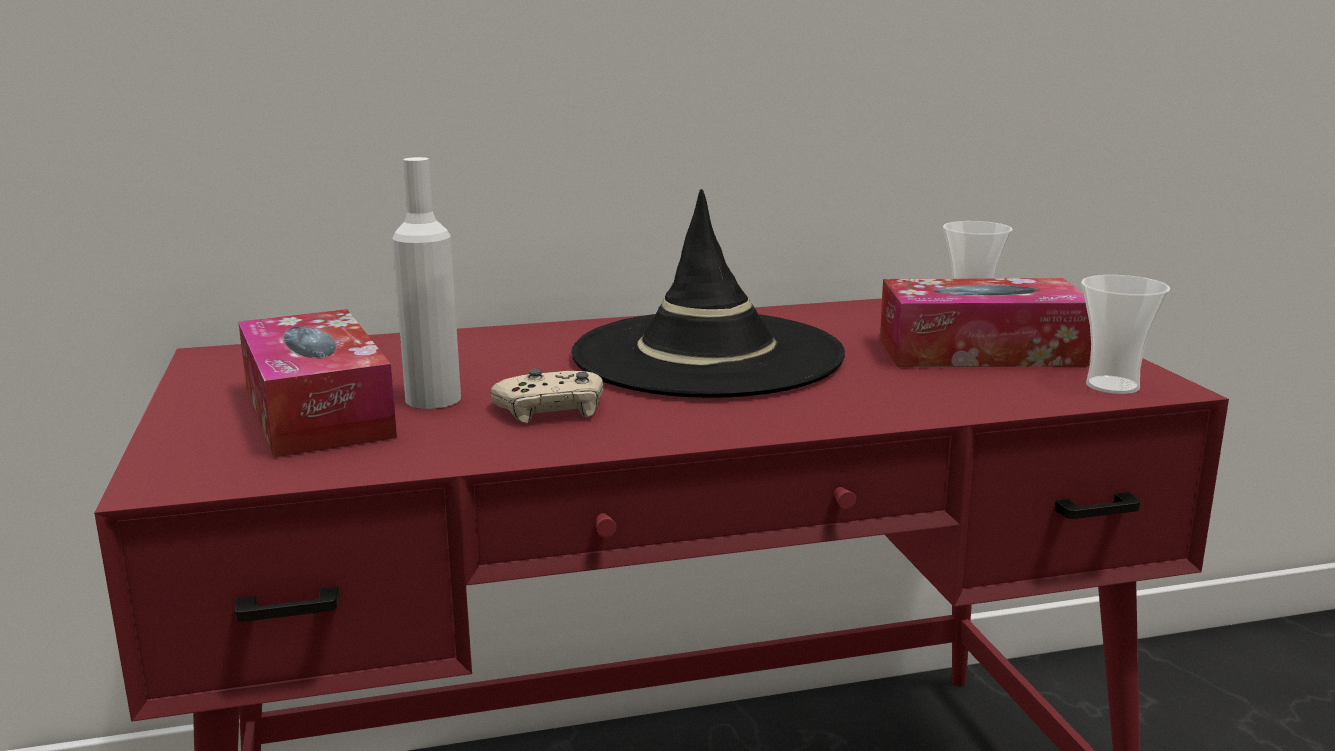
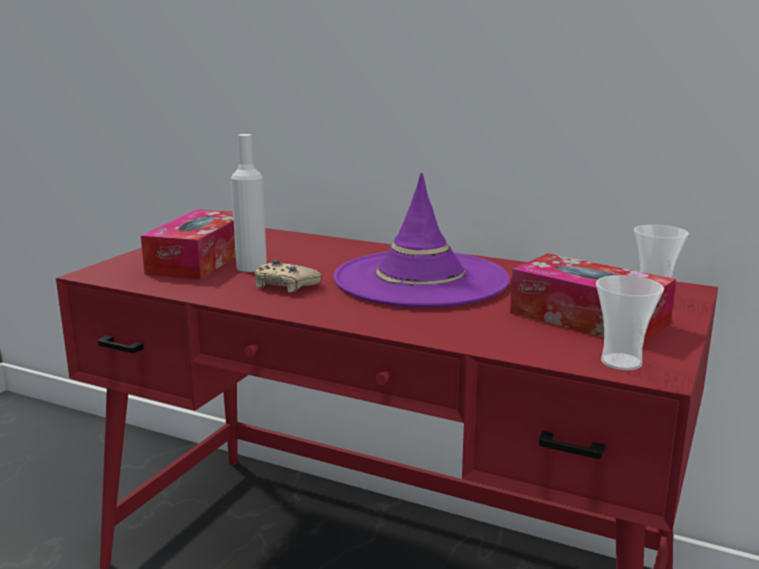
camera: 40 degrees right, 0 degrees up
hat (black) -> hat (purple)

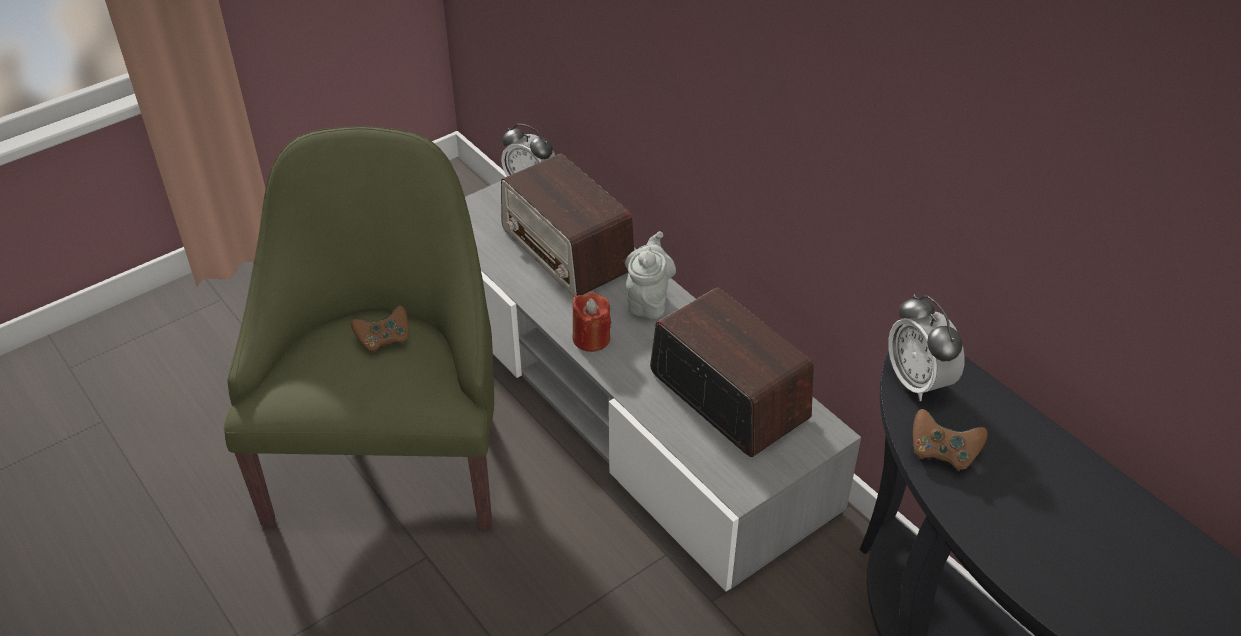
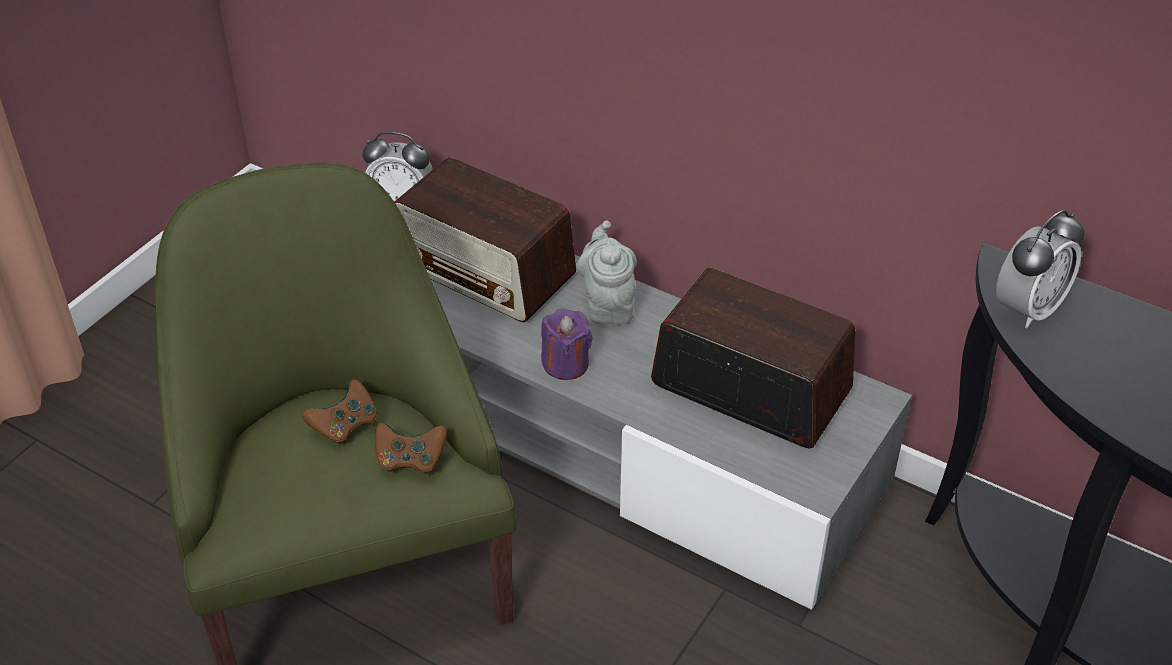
camera: 20 degrees left, 0 degrees up
game controller (brown) (2nd from left), move
candle (red) -> candle (purple)
alarm clock (2nd from left), 90 degrees counterclockwise

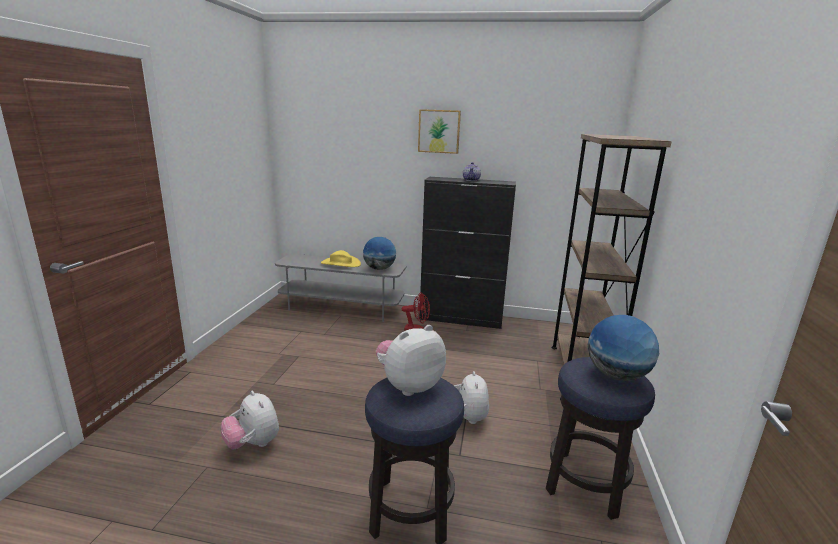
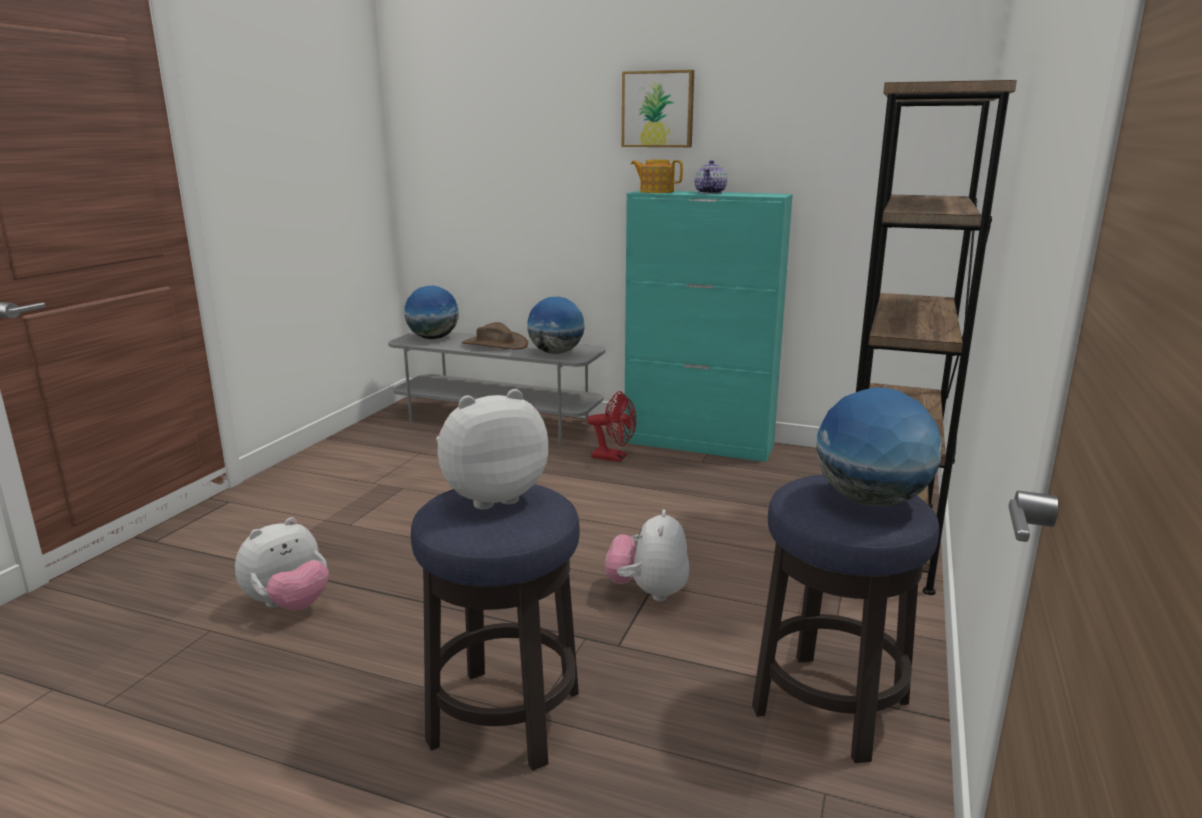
camera: 10 degrees right, 0 degrees up
none -> globe (1st from left)
none -> teapot (1st from left)
hat (yellow) -> hat (brown)
cabinet (black) -> cabinet (turquoise)
plush toy (1st from left), 105 degrees counterclockwise

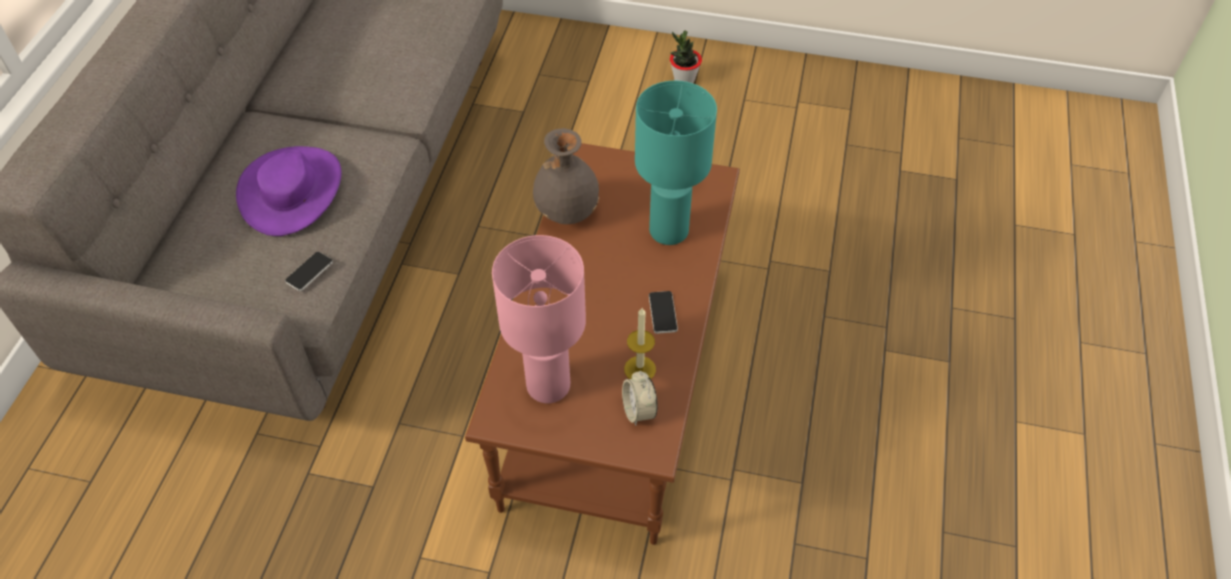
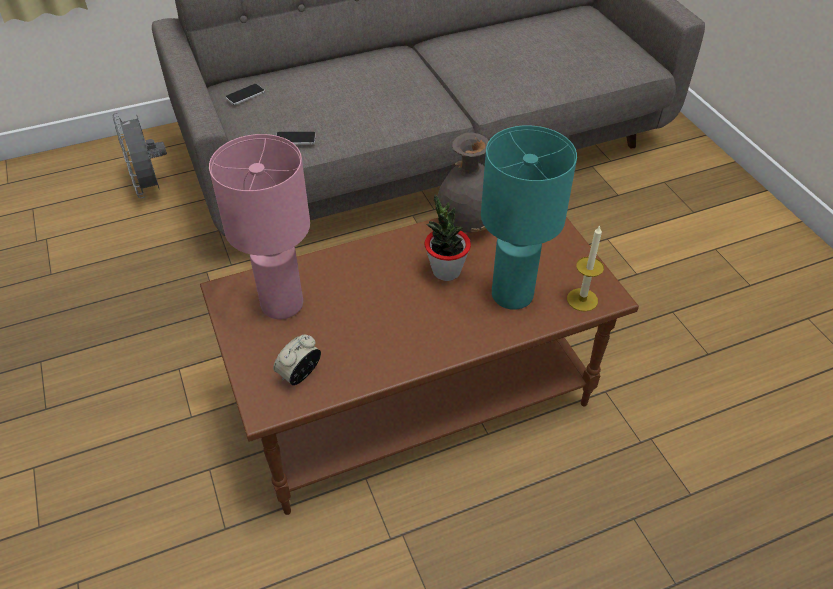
camera: 55 degrees right, 5 degrees down
hat (purple) -> none
none -> fan (grey)
candle, move
phone (2nd from left in the first image) -> phone (1st from left), move
potted plant, move

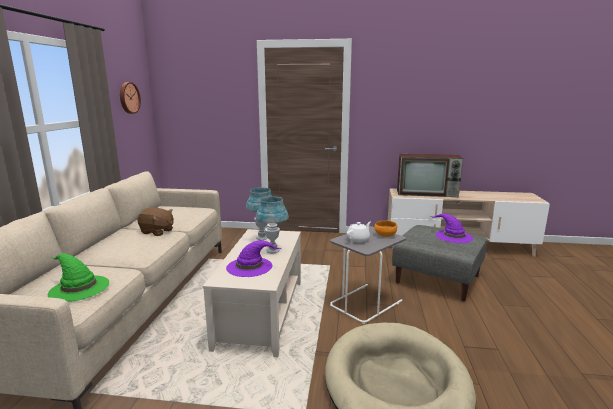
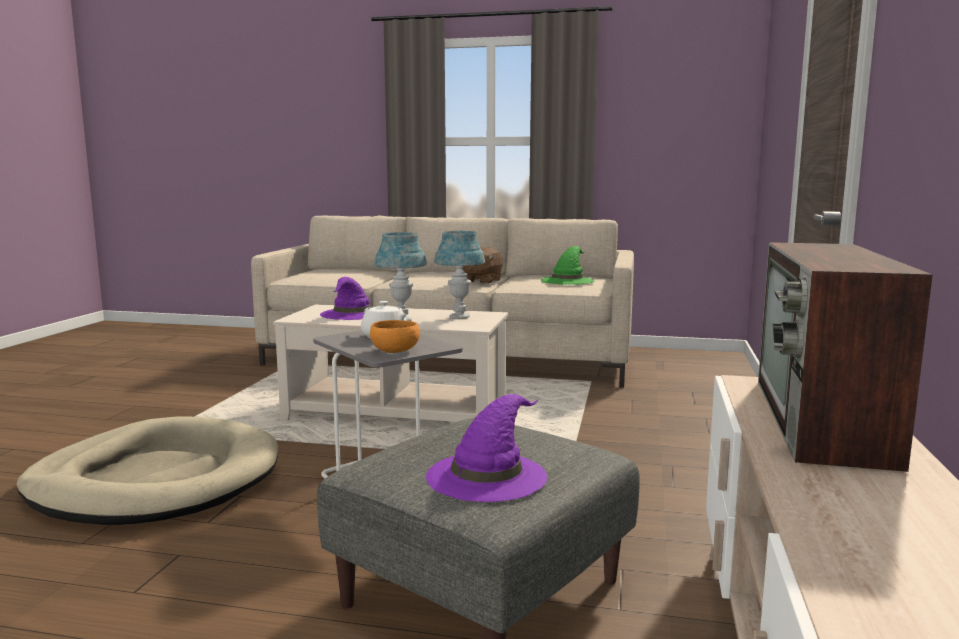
camera: 95 degrees right, 5 degrees down
wall clock -> none
hat (green), move

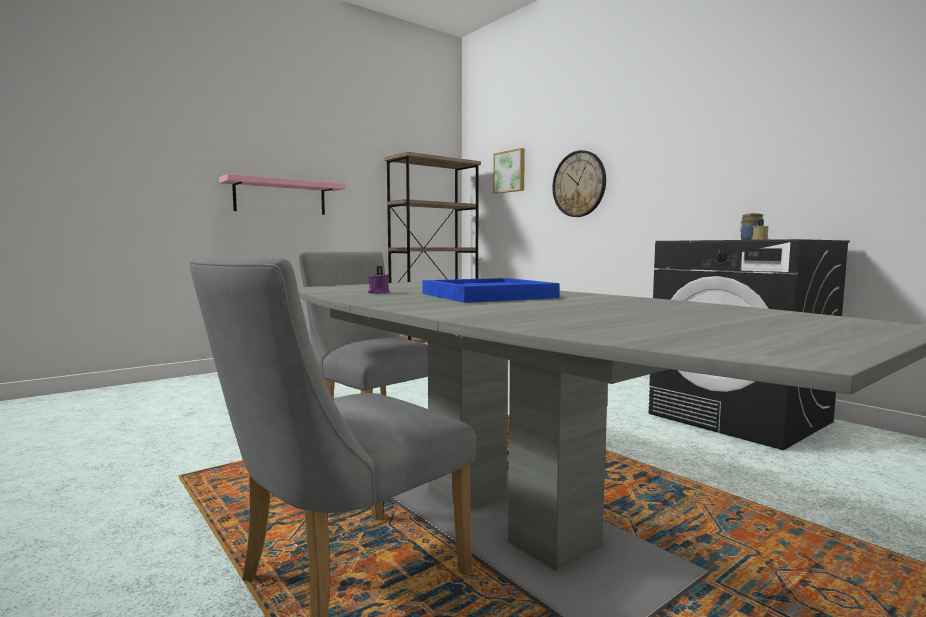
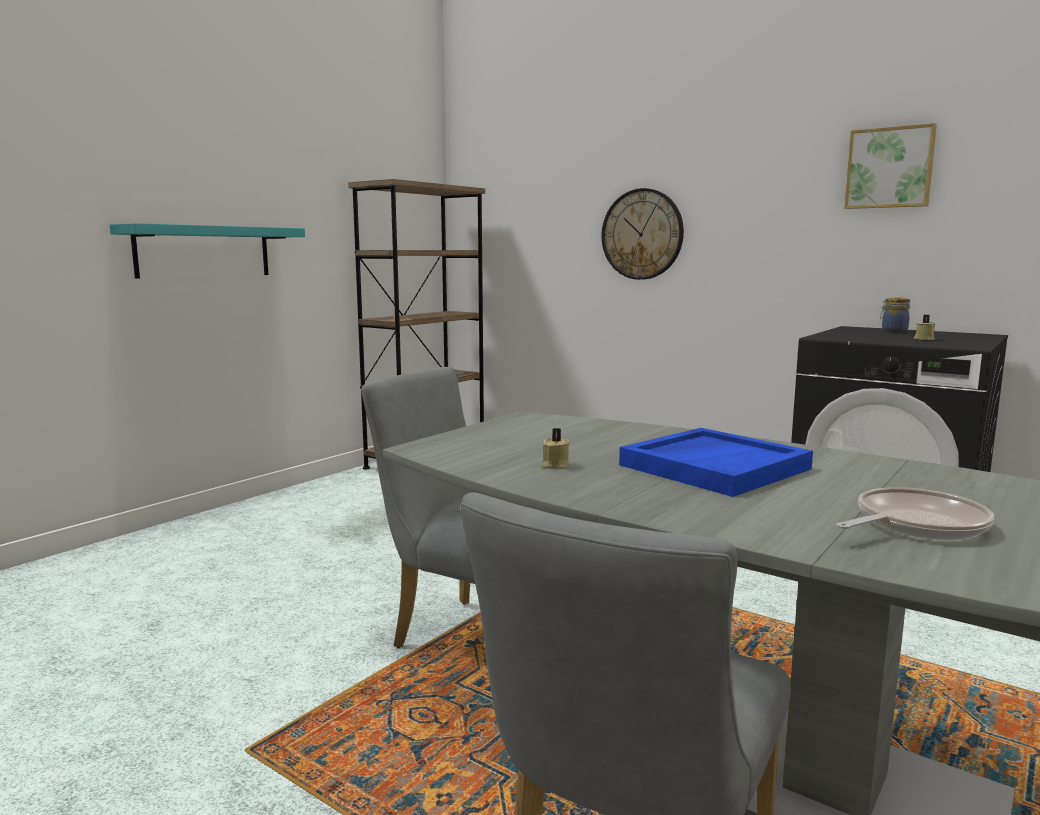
camera: 15 degrees left, 5 degrees up
none -> frying pan
picture, move
shelf (pink) -> shelf (turquoise)
candle (purple) -> candle (beige) (1st from left)

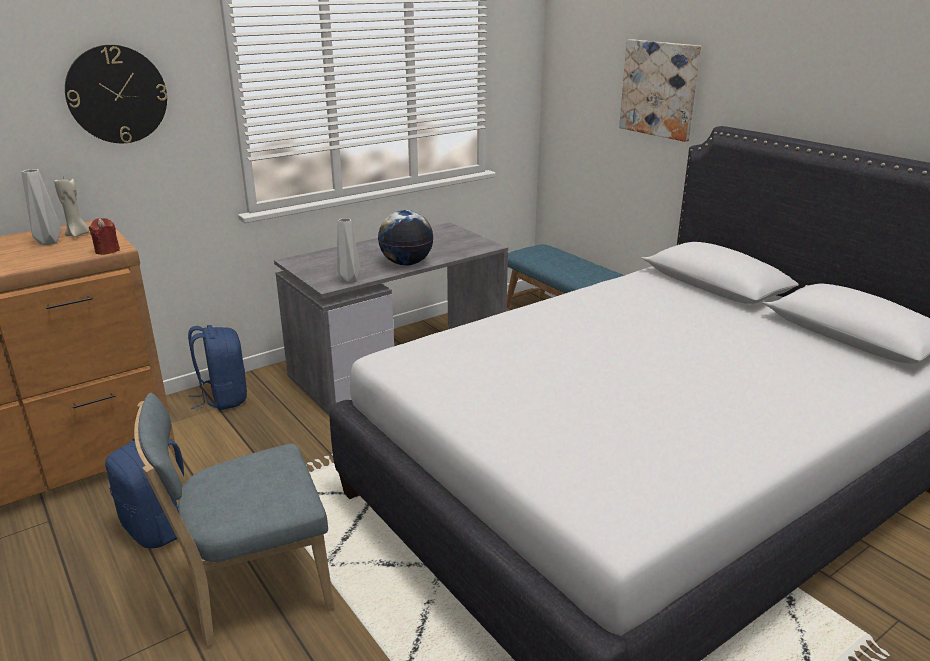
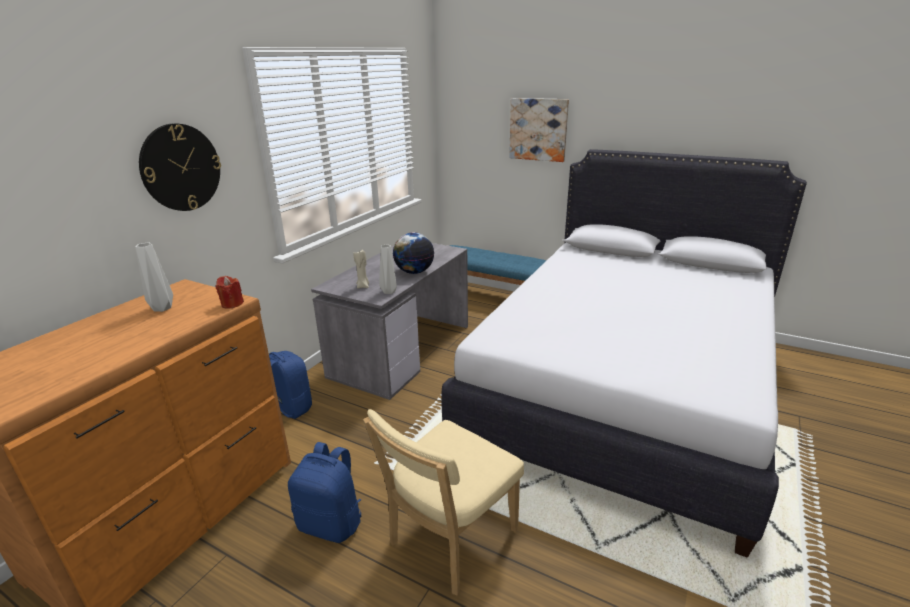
camera: 25 degrees left, 0 degrees up
candle (beige), move
chair (blue) -> chair (beige)

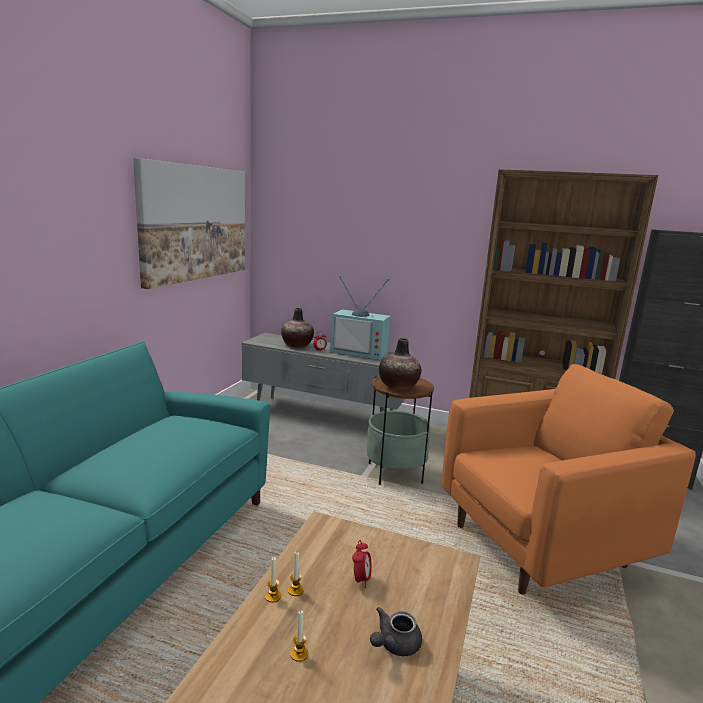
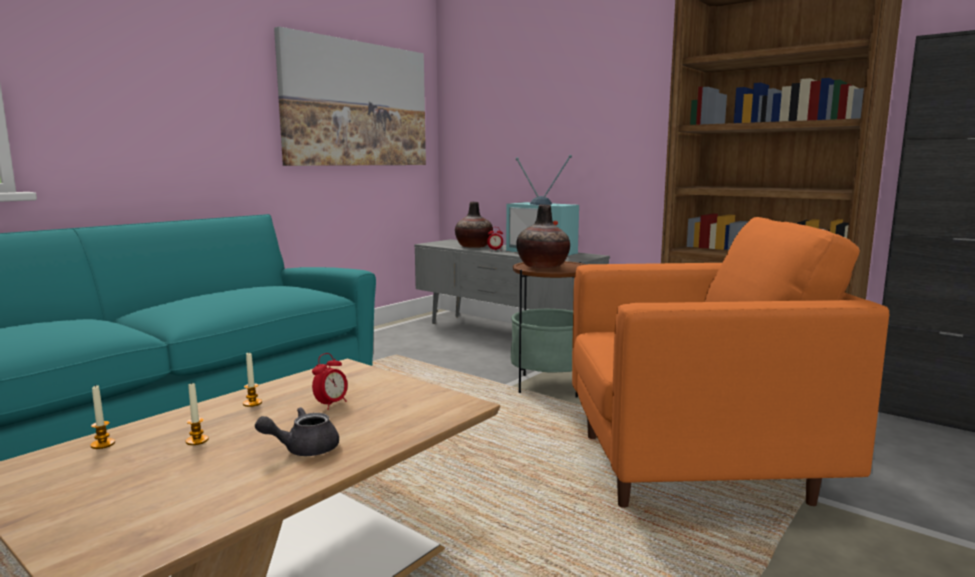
camera: 20 degrees right, 5 degrees down
candle (1st from left), move

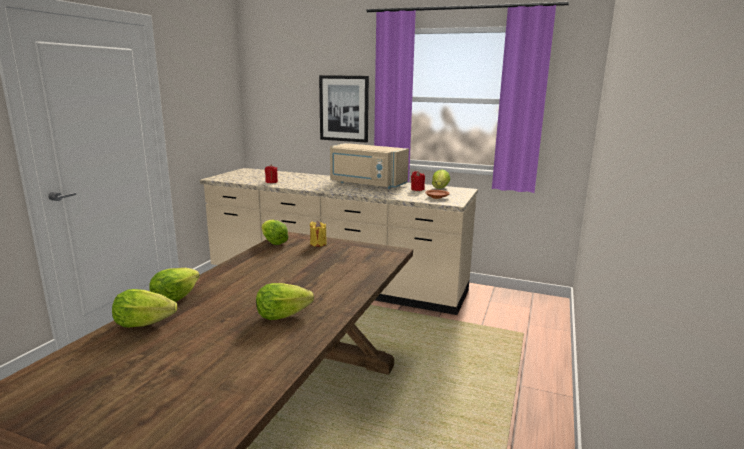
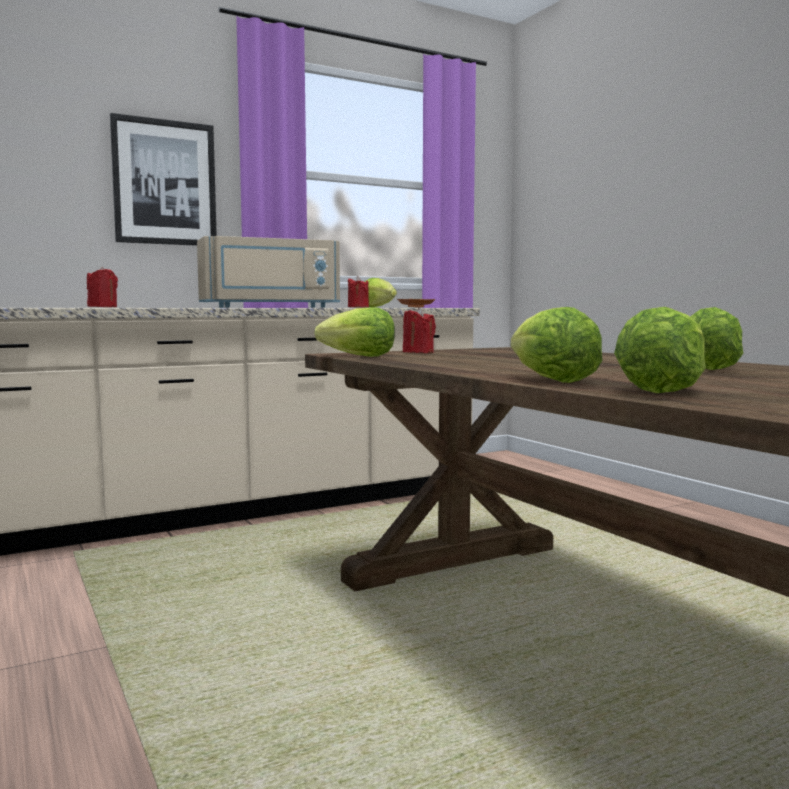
camera: 50 degrees left, 10 degrees down
candle (yellow) -> candle (red) (3rd from left)

